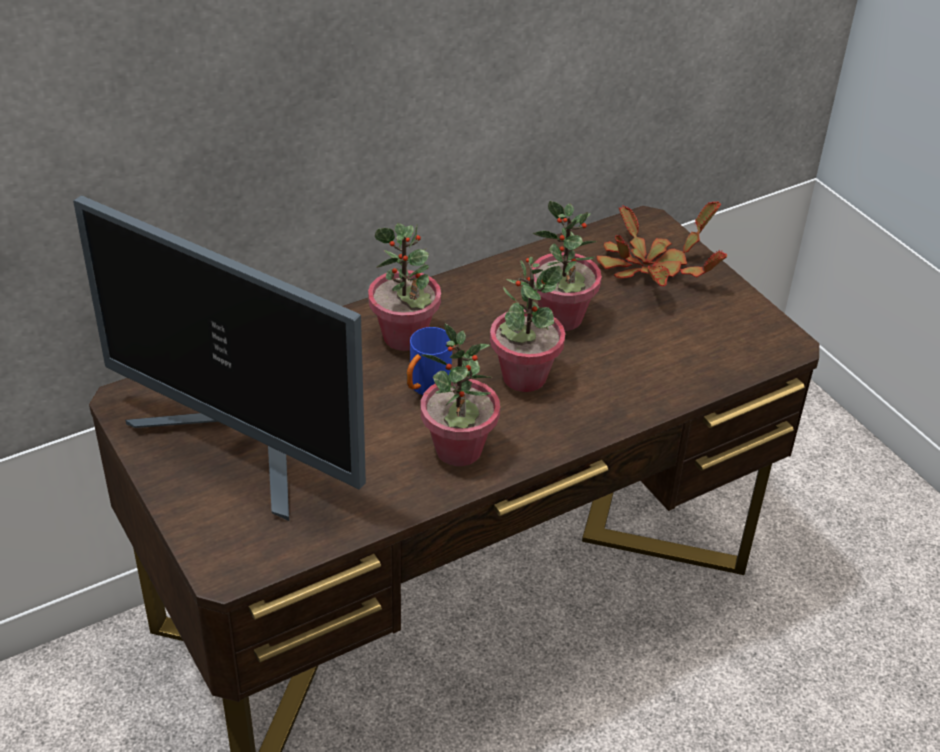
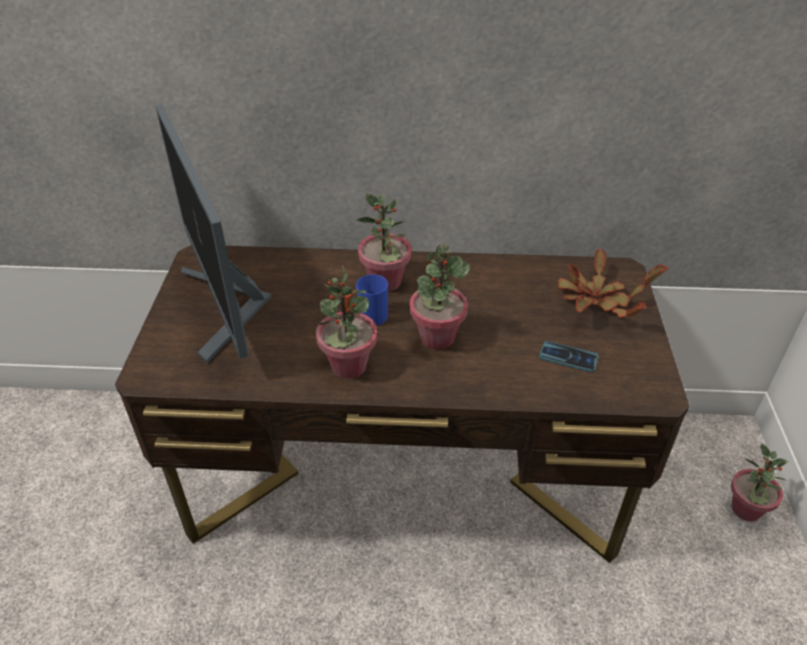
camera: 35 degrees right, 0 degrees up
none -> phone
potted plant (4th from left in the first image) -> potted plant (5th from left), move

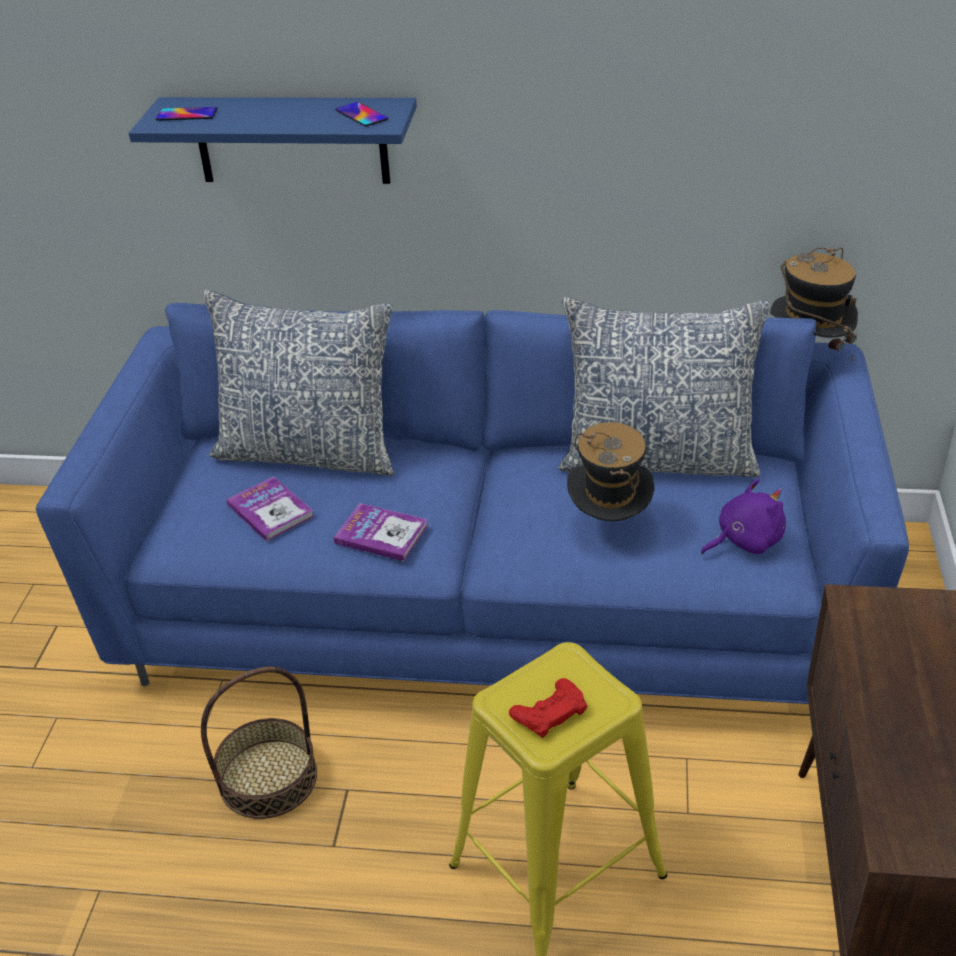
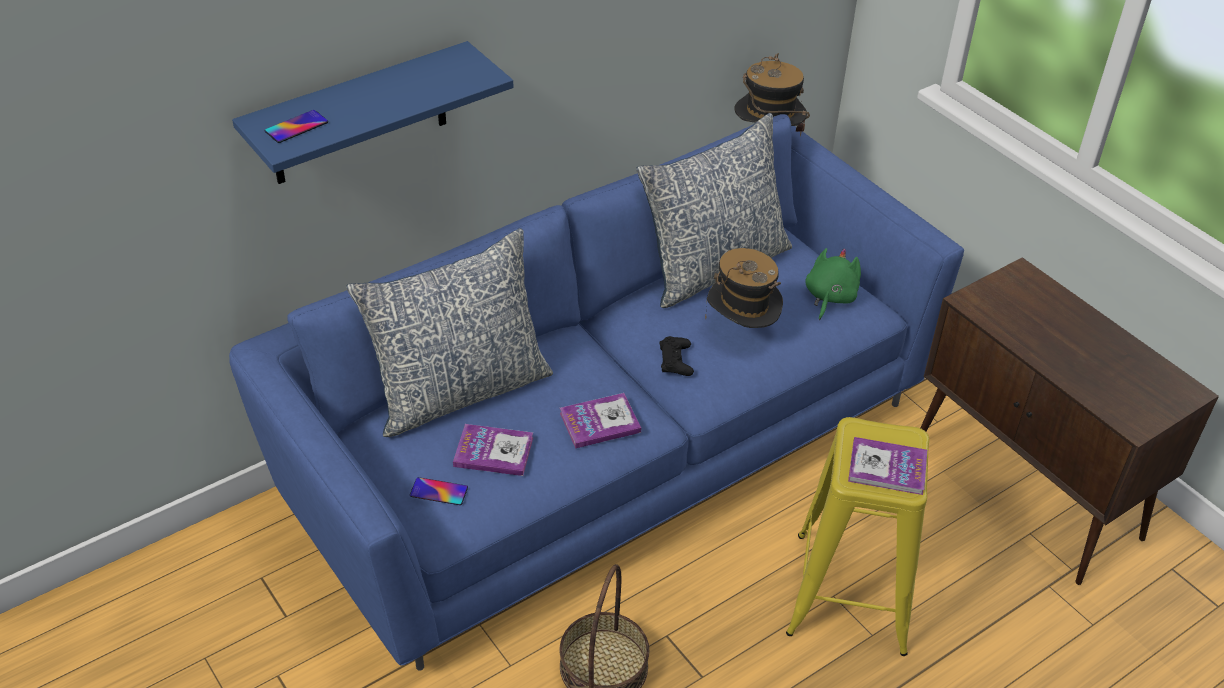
camera: 45 degrees left, 5 degrees up
none -> game controller (black)
phone (2nd from left), move
game controller (red) -> book (3rd from left)
plush toy (purple) -> plush toy (green)

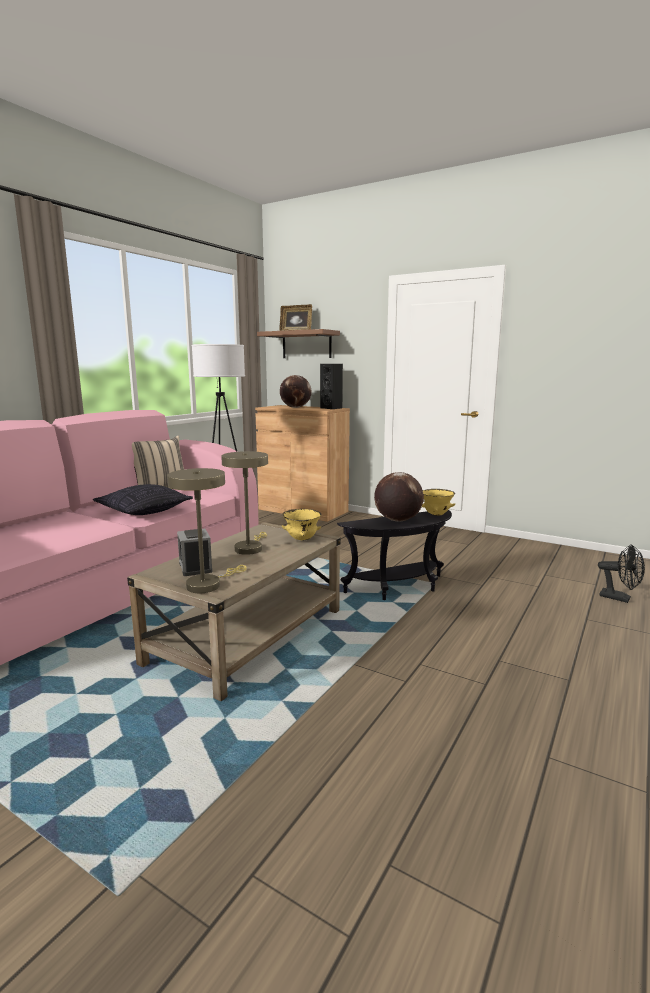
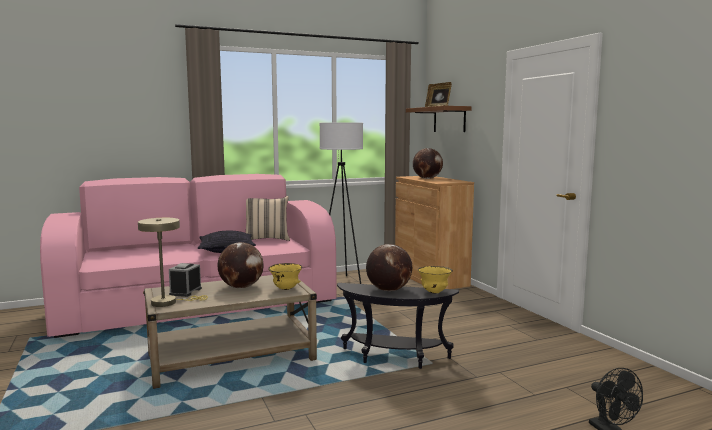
camera: 35 degrees right, 5 degrees down
speaker (black) -> none
table lamp (beige) (2nd from left) -> globe (1st from left)

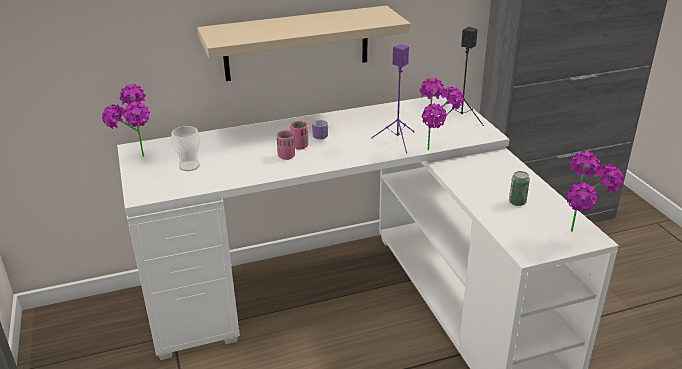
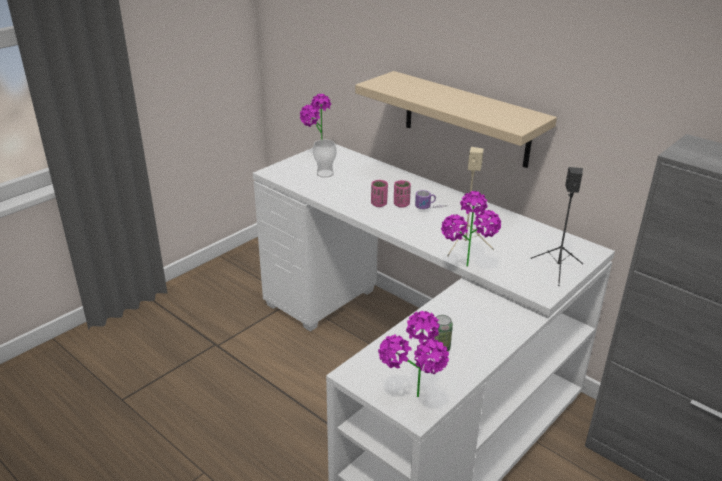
camera: 60 degrees right, 0 degrees up
speaker (purple) -> speaker (beige)

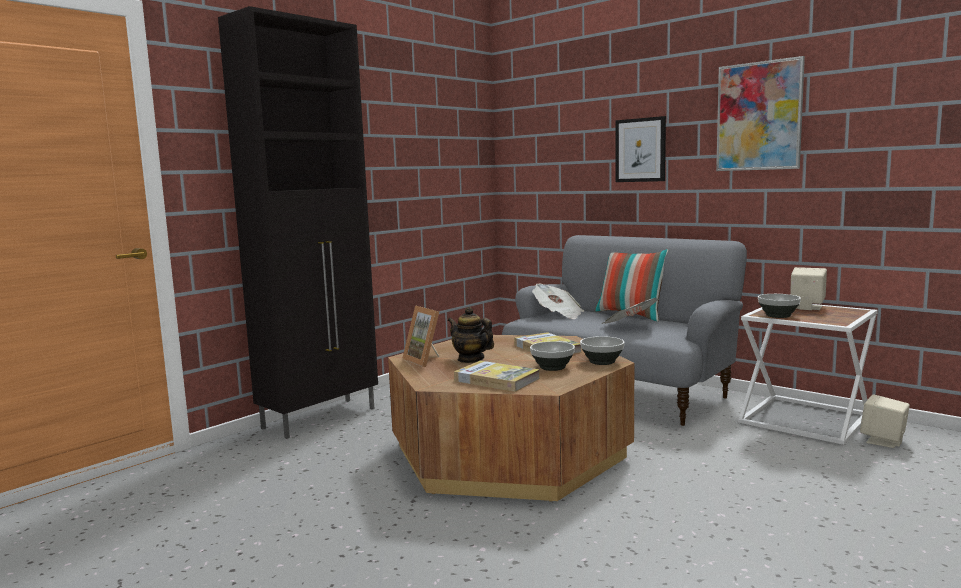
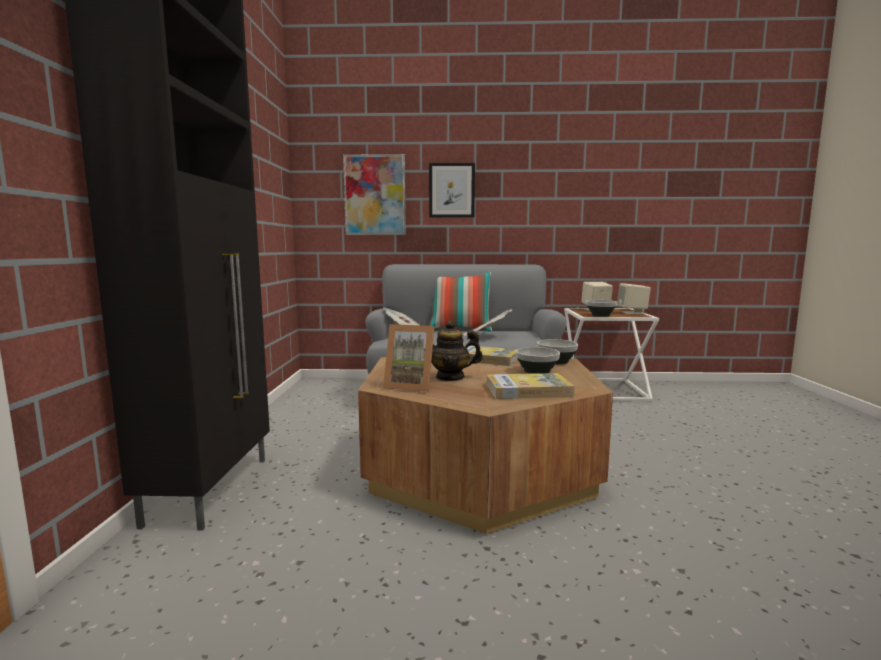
camera: 40 degrees left, 0 degrees up
picture (2nd from left in the first image) -> picture (1st from left), move
speaker (beige) (2nd from left), move

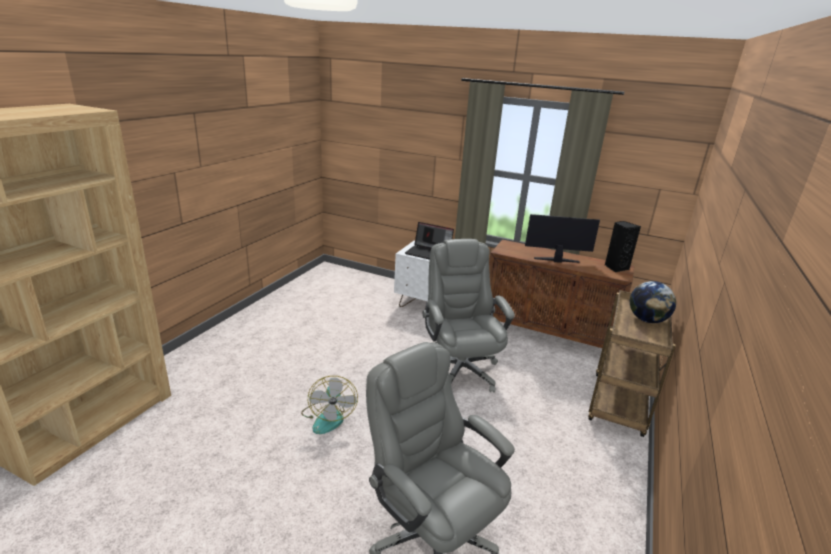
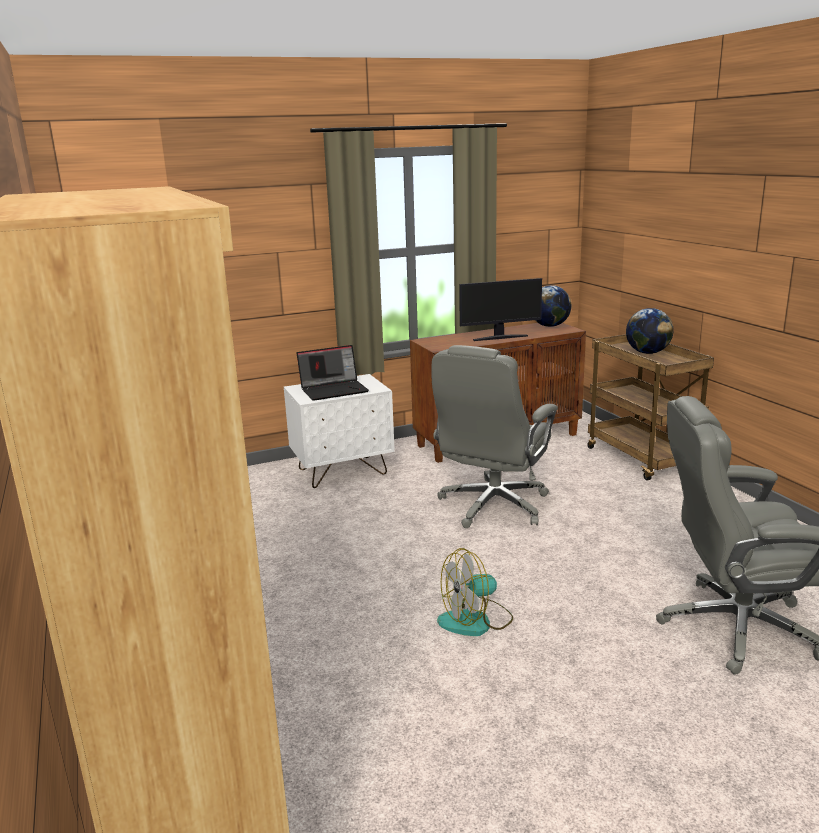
camera: 45 degrees left, 5 degrees down
speaker (black) -> globe (1st from left)
fan, 120 degrees clockwise
office chair (grey) (2nd from left in the first image) -> office chair (grey) (1st from left), 90 degrees counterclockwise
monitor, 150 degrees counterclockwise

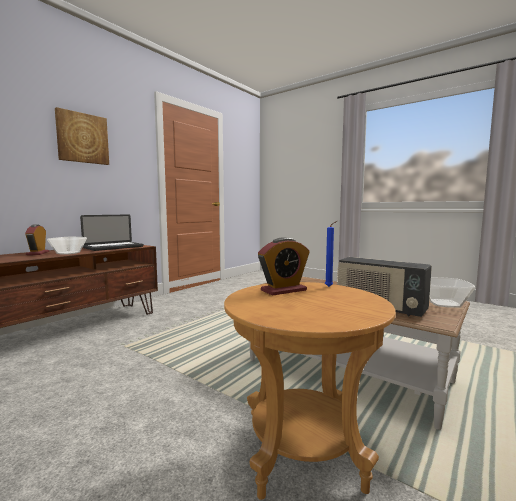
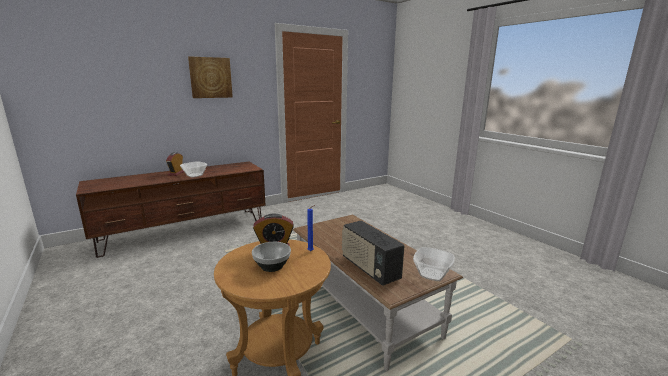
camera: 20 degrees right, 10 degrees up
laptop -> none
none -> bowl (2nd from left)

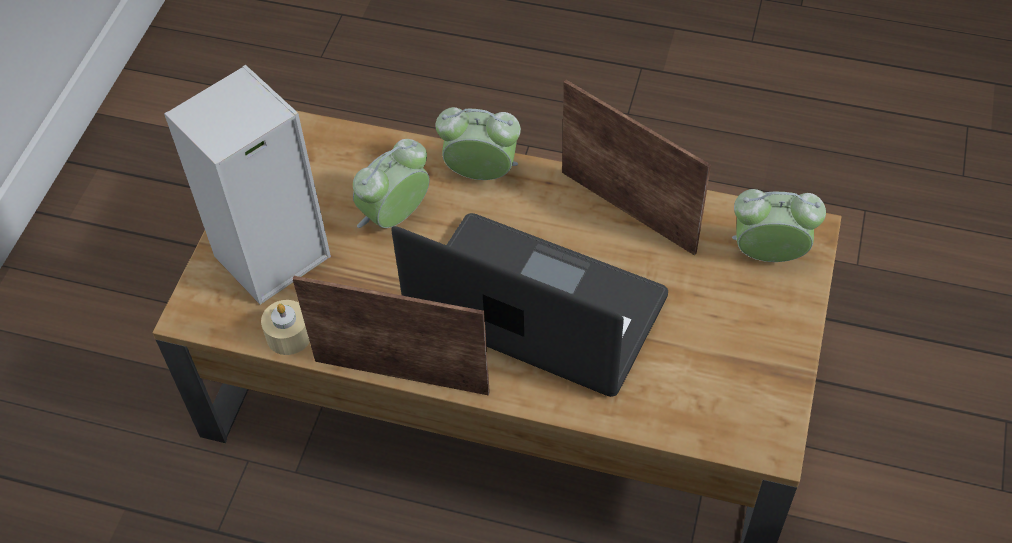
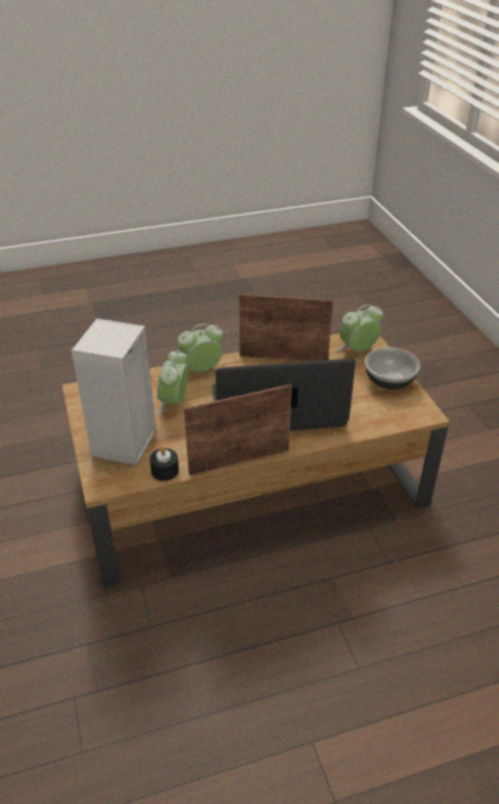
camera: 35 degrees left, 15 degrees down
none -> bowl
candle (beige) -> candle (black)

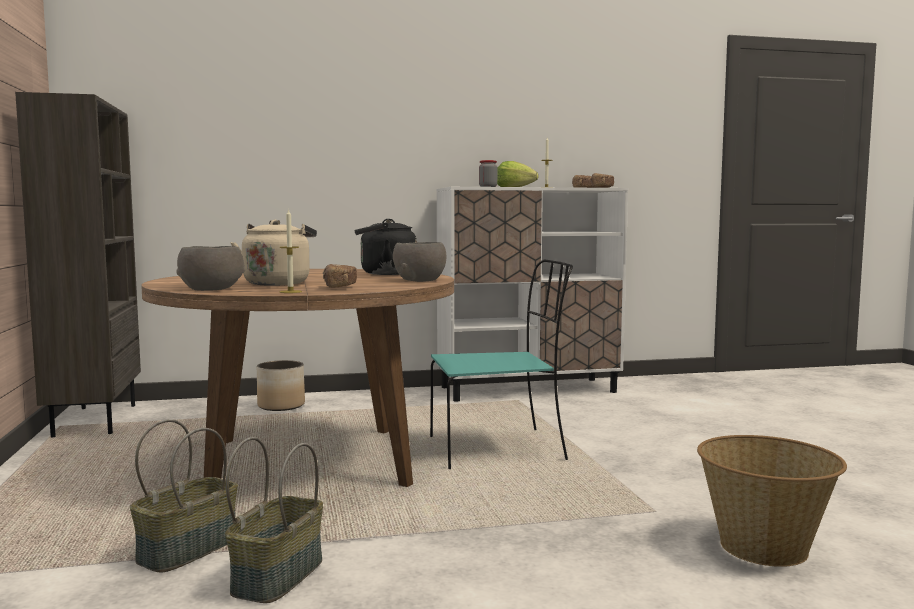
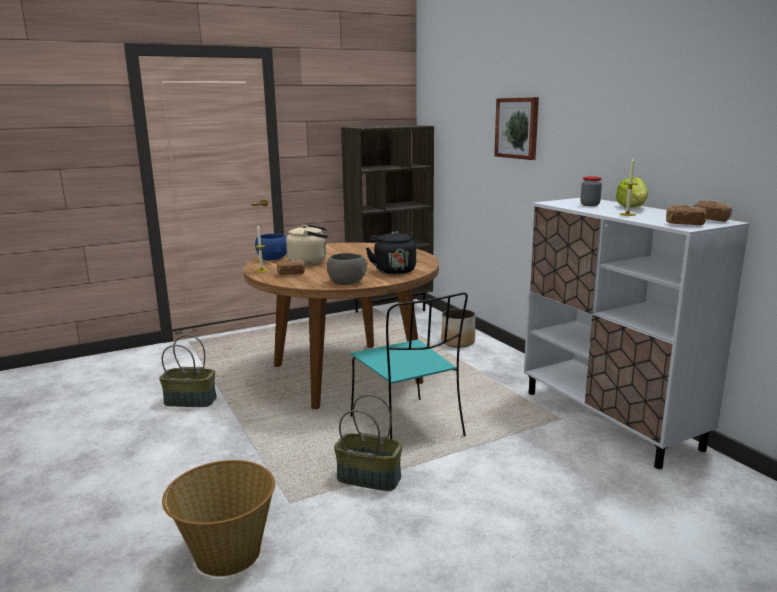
camera: 75 degrees right, 10 degrees up
none -> picture
basket (1st from left in the first image) -> basket (3rd from left), move
bowl (grey) (1st from left) -> bowl (blue)

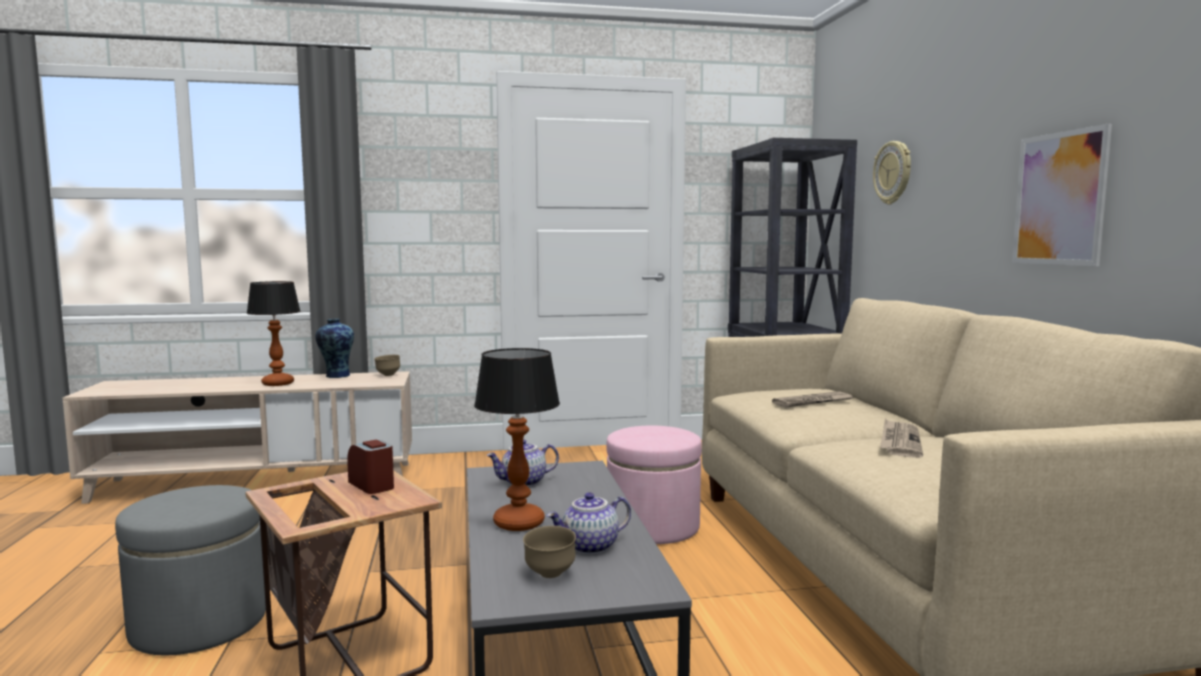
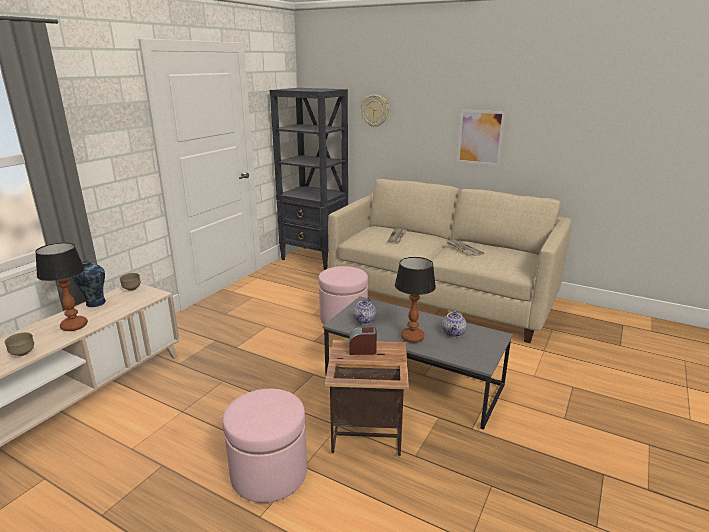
camera: 50 degrees left, 15 degrees up
bowl (brown) (2nd from left in the first image) -> bowl (brown) (1st from left), move
ottoman (grey) -> ottoman (pink) (1st from left)

